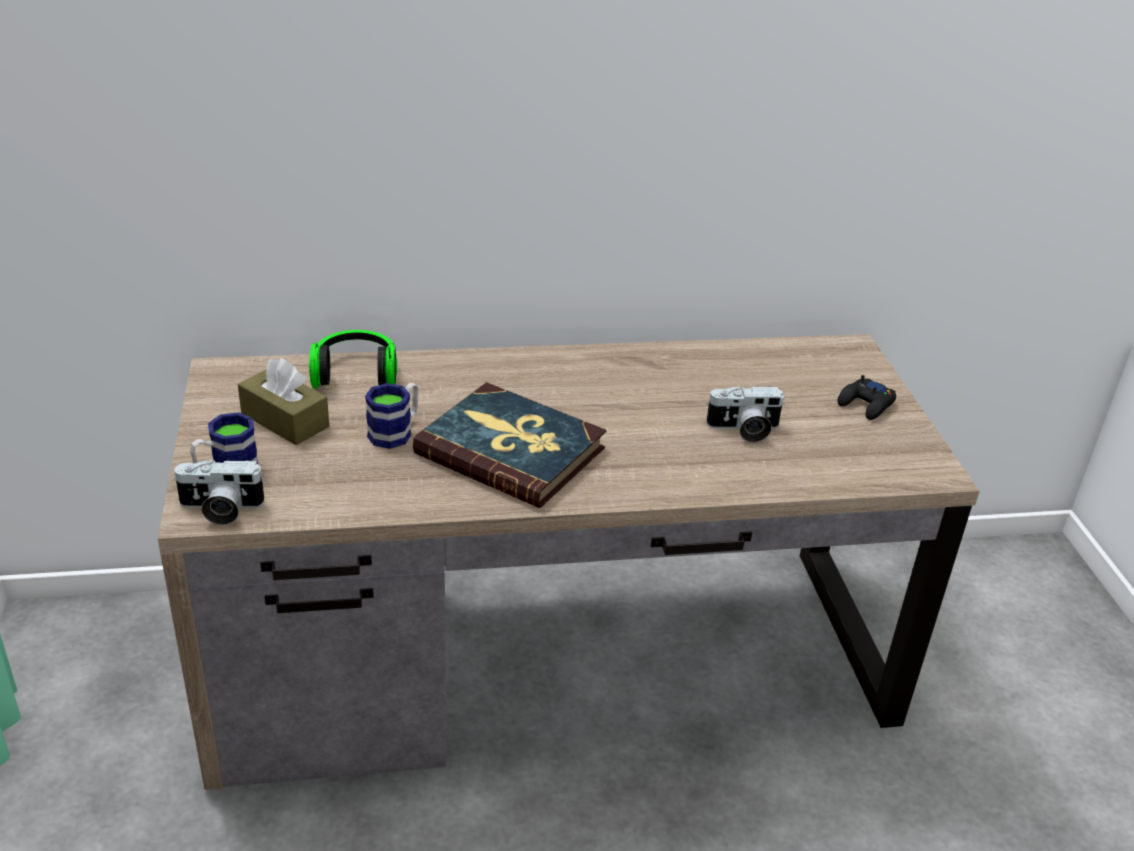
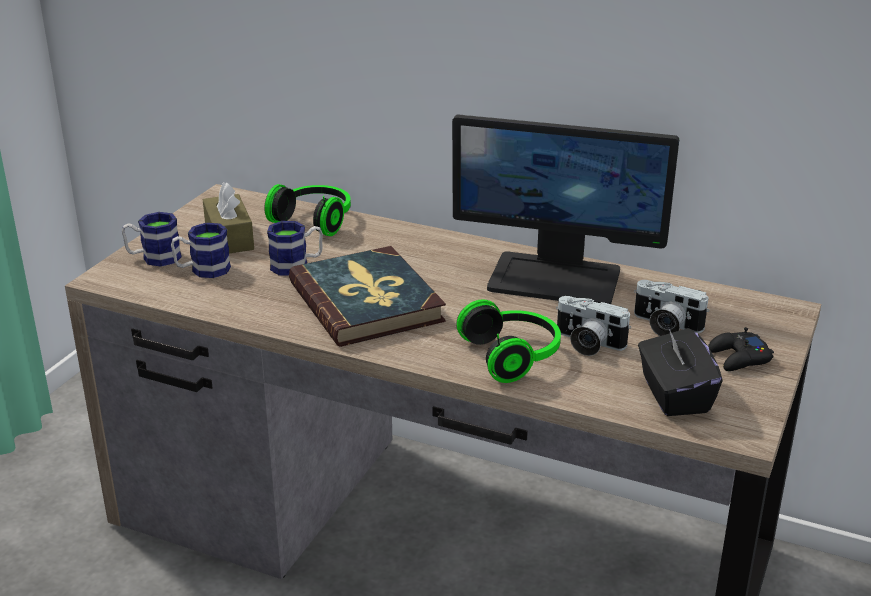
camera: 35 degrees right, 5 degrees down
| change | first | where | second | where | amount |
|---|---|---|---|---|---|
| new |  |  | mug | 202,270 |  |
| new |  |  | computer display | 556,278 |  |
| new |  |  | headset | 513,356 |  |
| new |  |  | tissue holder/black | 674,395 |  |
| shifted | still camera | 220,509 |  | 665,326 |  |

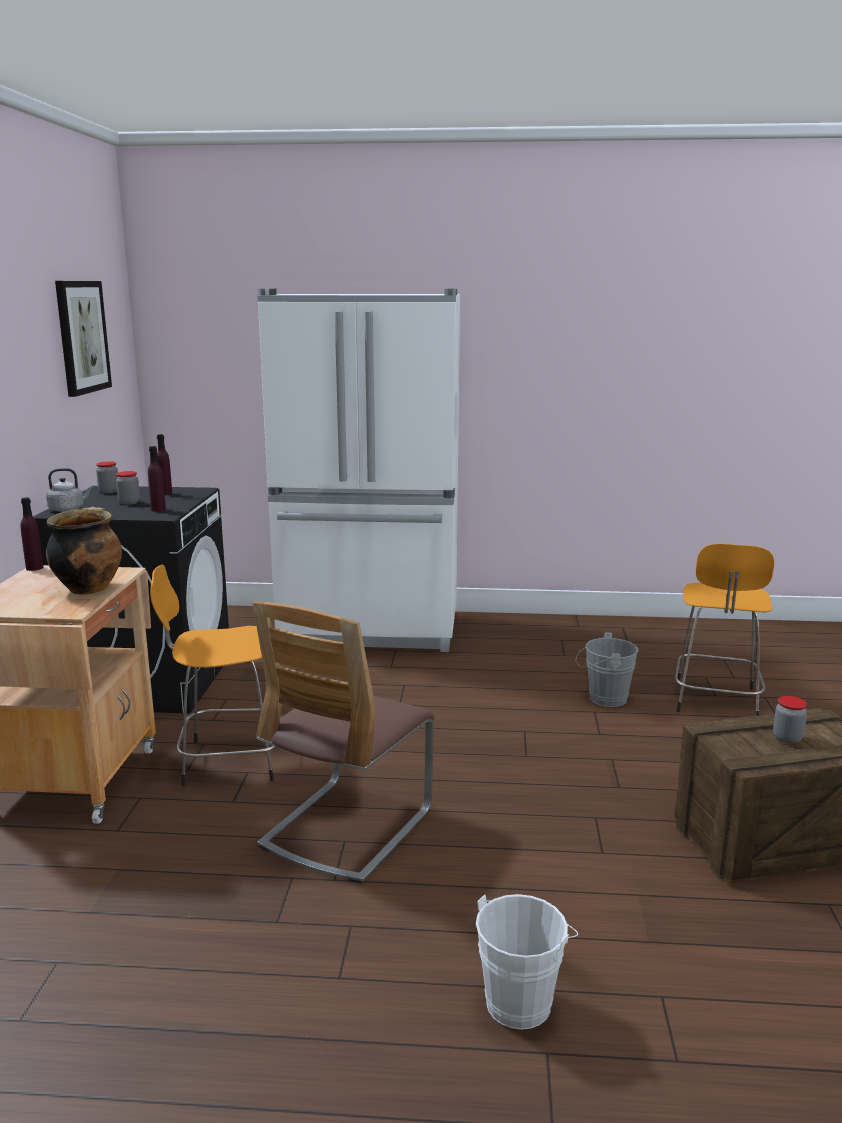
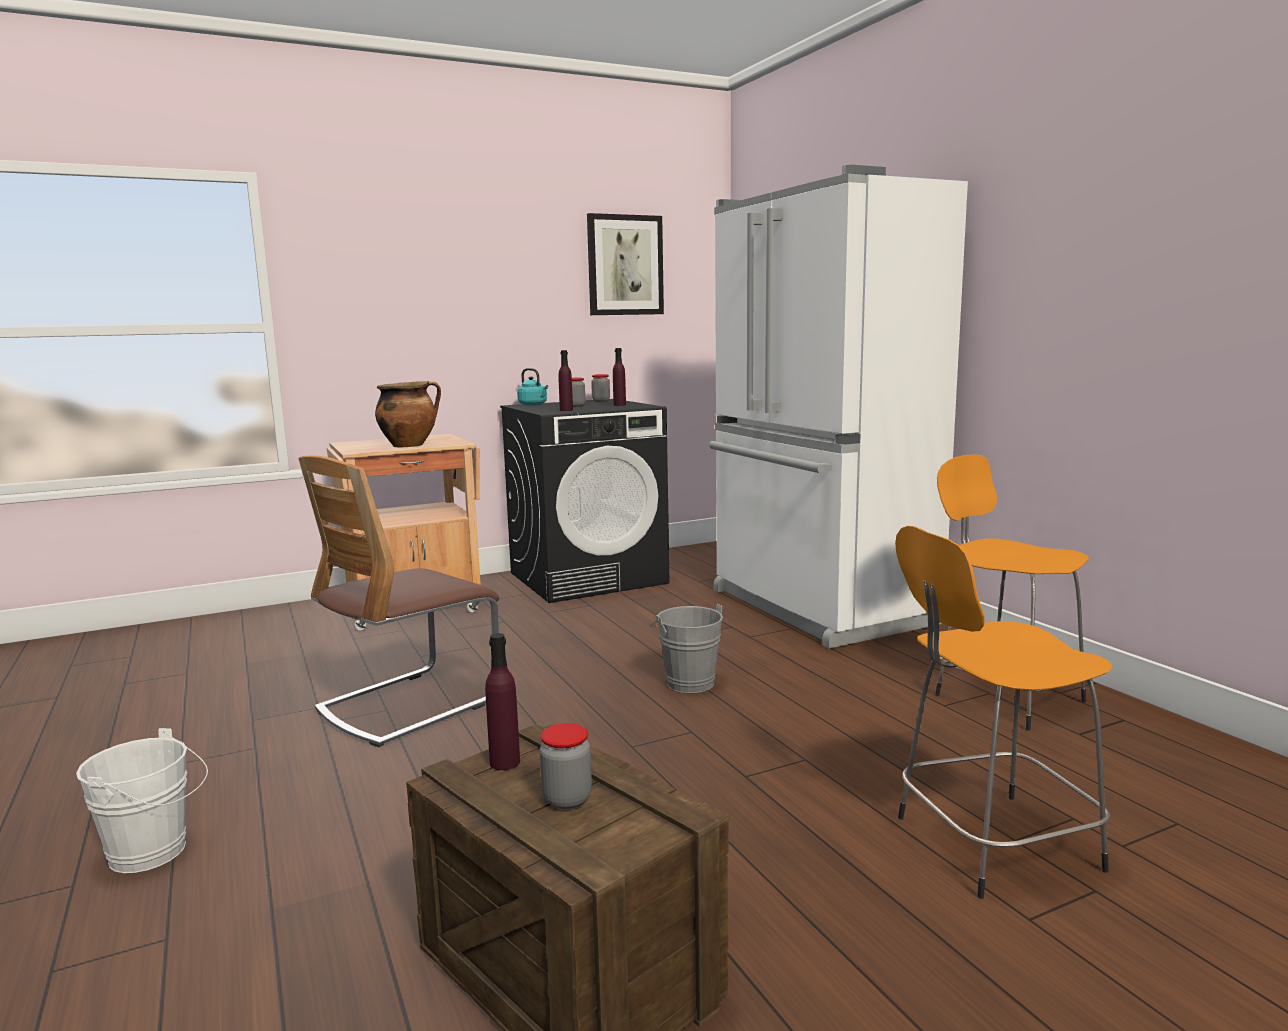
camera: 60 degrees right, 5 degrees down
| change | first | where | second | where | amount |
|---|---|---|---|---|---|
| shifted | bottle/purple | 34,568 |  | 505,762 |  |
| shifted | stool seat/orangey | 227,760 |  | 1004,696 |  |
| shifted | water bucket/greyish | 603,698 |  | 687,681 |  |
| repainted | tea kettle/greyish | 68,509 | tea kettle/turquoise | 533,404 |  |
| rotated | plain chair | 347,828 |  | 408,705 | 45 degrees counterclockwise |

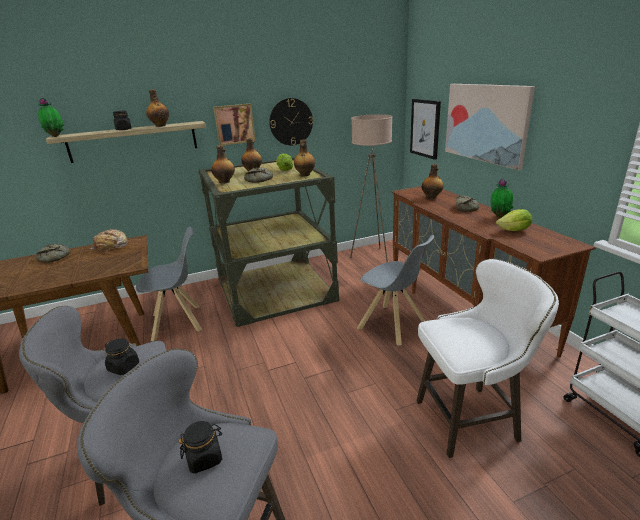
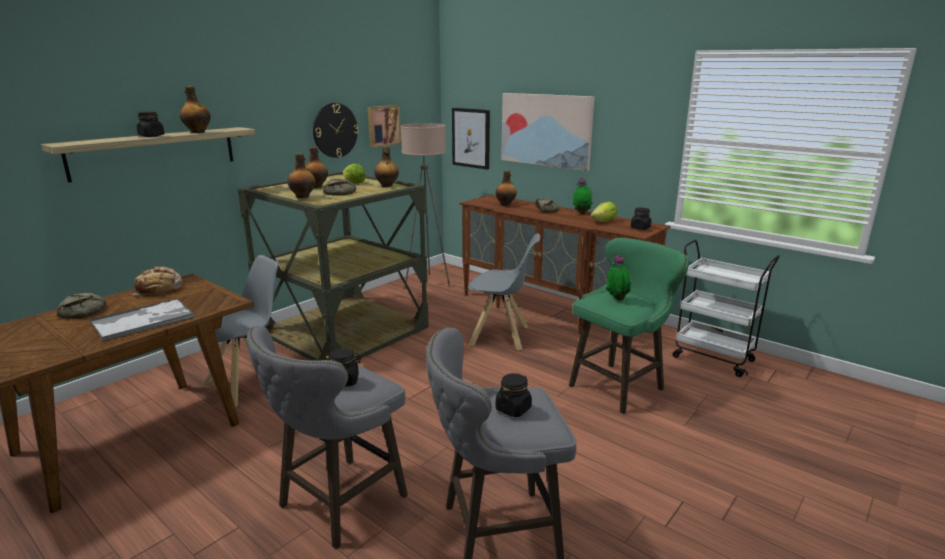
camera: 30 degrees left, 5 degrees down
| change | first | where | second | where | amount |
|---|---|---|---|---|---|
| new |  |  | carrying tray | 144,320 |  |
| new |  |  | storage jar/black | 640,228 |  |
| shifted | plant in a pot | 56,136 |  | 616,299 |  |
| shifted | wall picture | 234,124 |  | 383,125 |  |
| repainted | stool seat/whitish | 470,419 | stool seat/green | 619,386 |  |

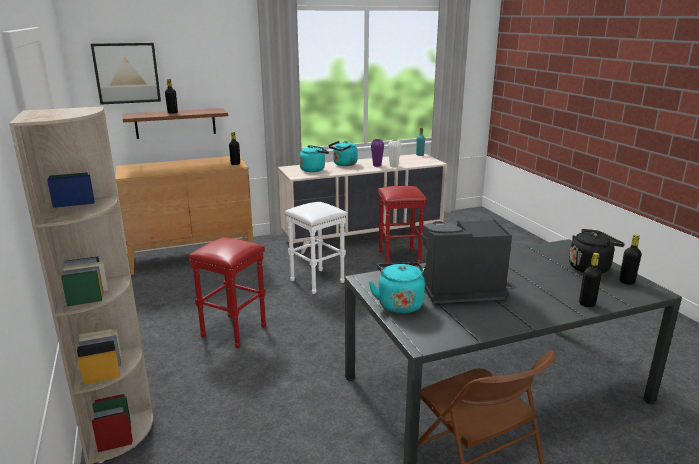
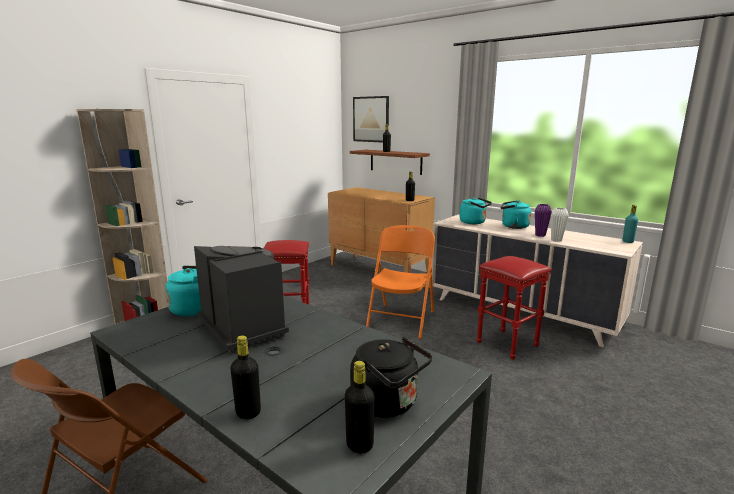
camera: 60 degrees right, 5 degrees down
| change | first | where | second | where | amount |
|---|---|---|---|---|---|
| swapped | stool seat/whitish | 317,280 | plain chair/orangey | 401,320 |  |

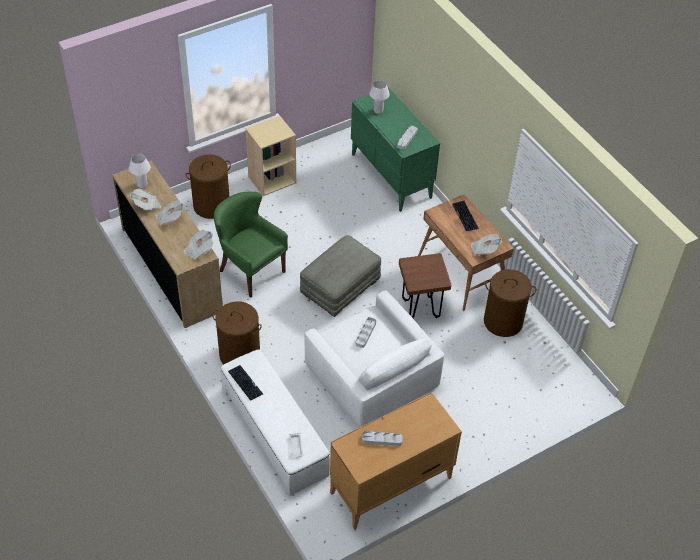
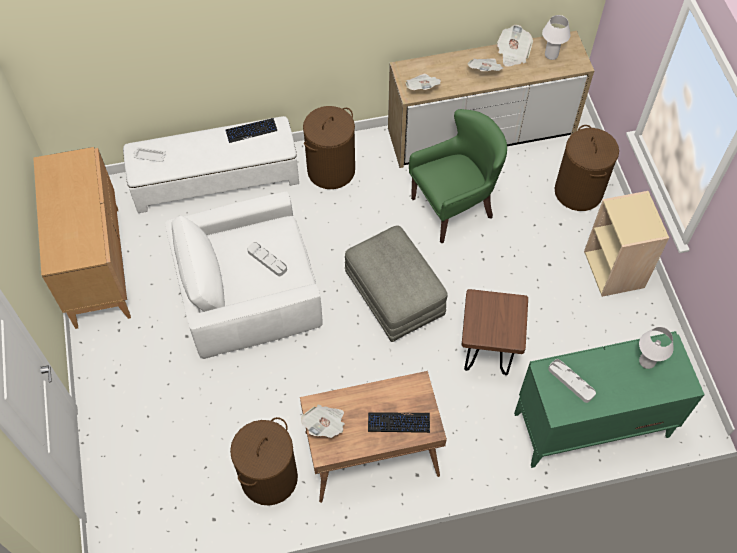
camera: 110 degrees right, 10 degrees up
| change | first | where | second | where | amount |
|---|---|---|---|---|---|
| gone | carrying tray/greyish | 382,440 |  |  |  |
| shifted | stool seat/brownish | 420,309 |  | 487,355 |  |

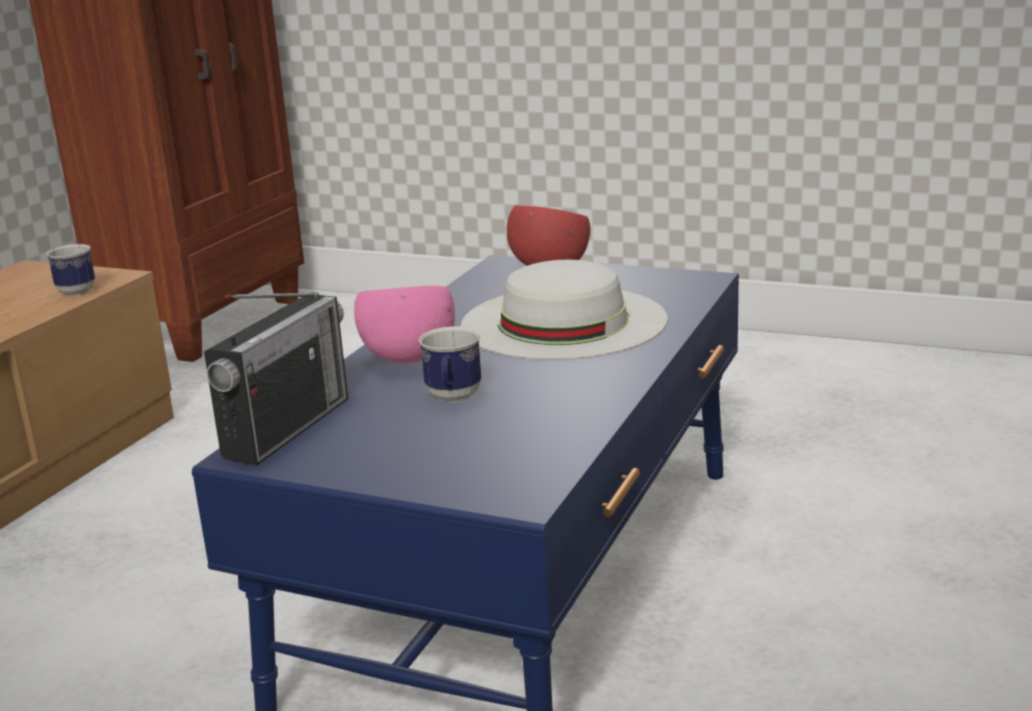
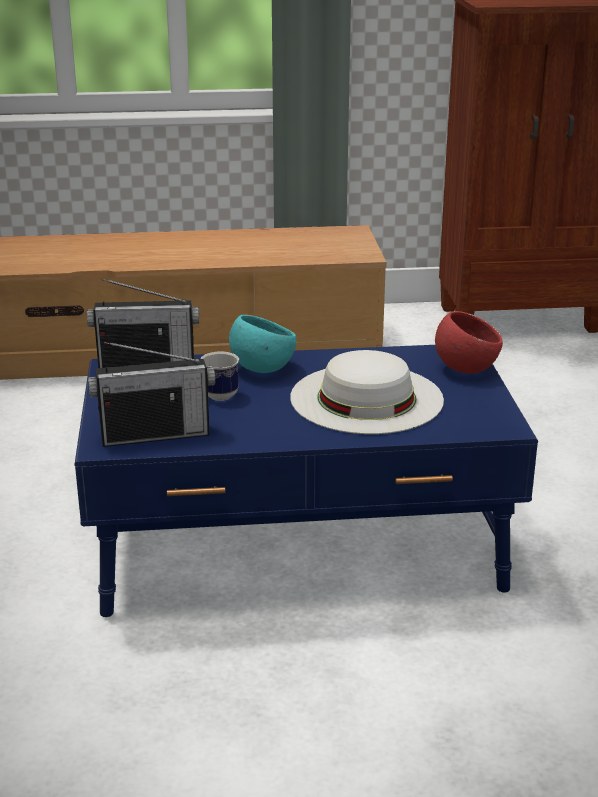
camera: 60 degrees right, 5 degrees up
| change | first | where | second | where | amount |
|---|---|---|---|---|---|
| gone | mug | 76,290 |  |  |  |
| new |  |  | radio set | 155,435 |  |
| repainted | serving bowl/pink | 408,360 | serving bowl/turquoise | 262,369 |  |

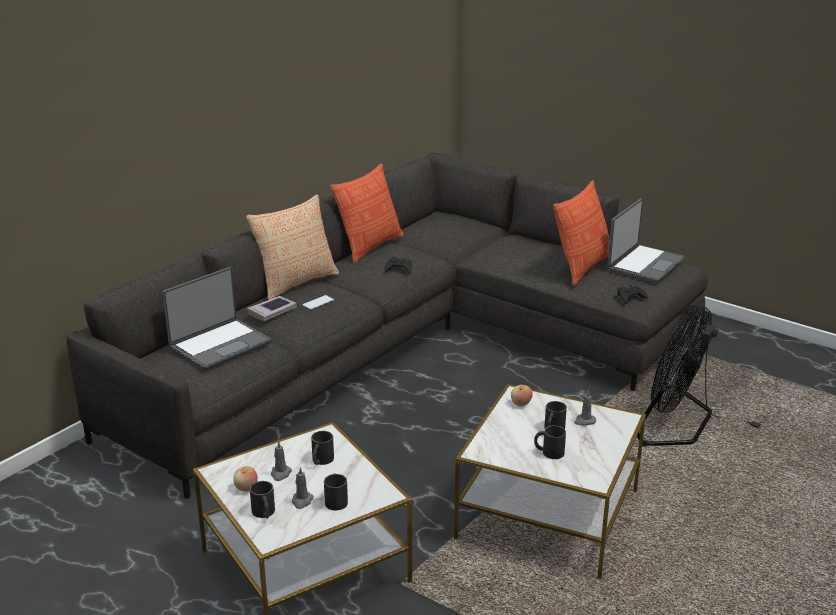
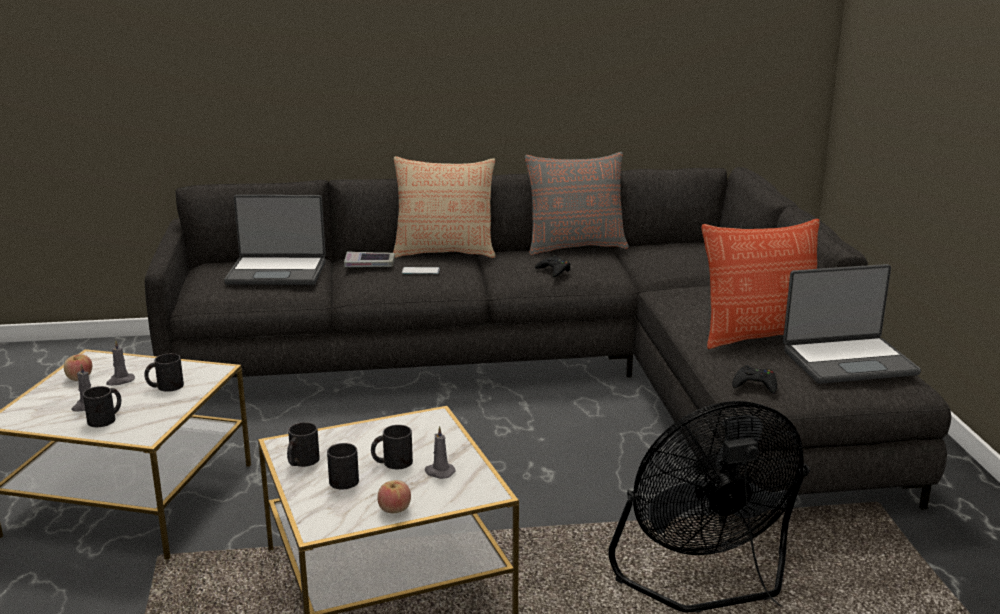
camera: 45 degrees right, 5 degrees down
| change | first | where | second | where | amount |
|---|---|---|---|---|---|
| shifted | mug/black | 264,513 |  | 301,462 |  |
| shifted | whole apple | 520,403 |  | 394,509 |  |
| repainted | throw pillow/orangey | 370,247 | throw pillow/greyish | 576,248 |  |

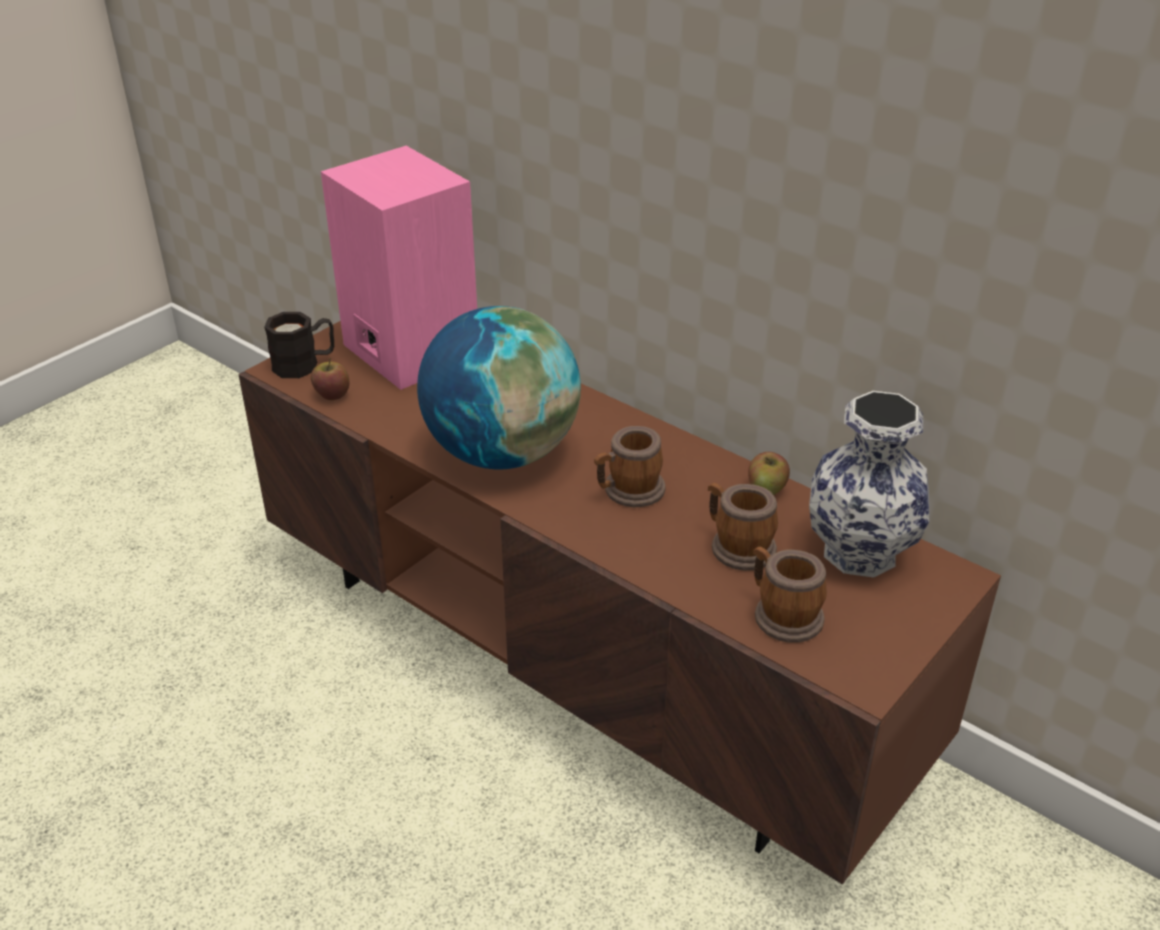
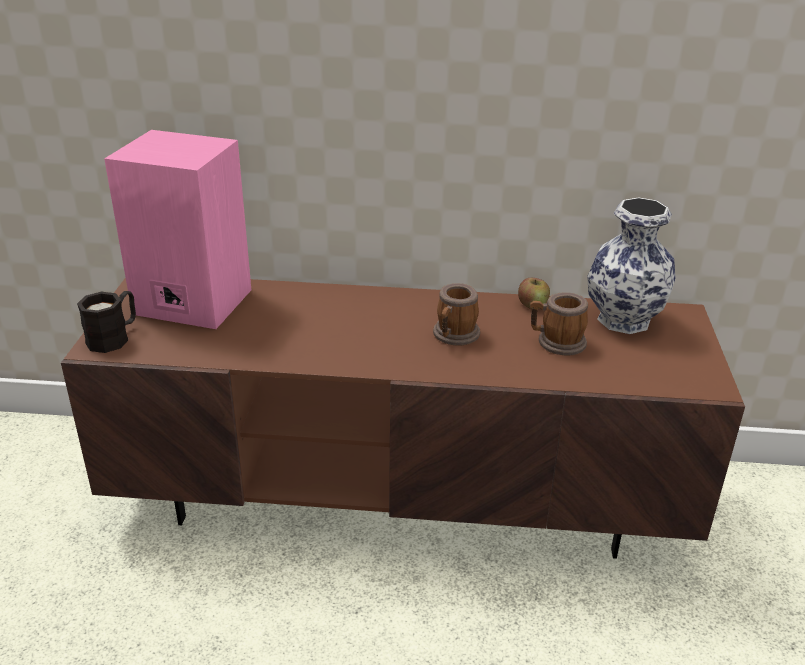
camera: 35 degrees left, 5 degrees down
| change | first | where | second | where | amount |
|---|---|---|---|---|---|
| gone | whole apple | 332,394 |  |  |  |
| gone | world globe | 502,453 |  |  |  |
| gone | mug | 782,615 |  |  |  |

